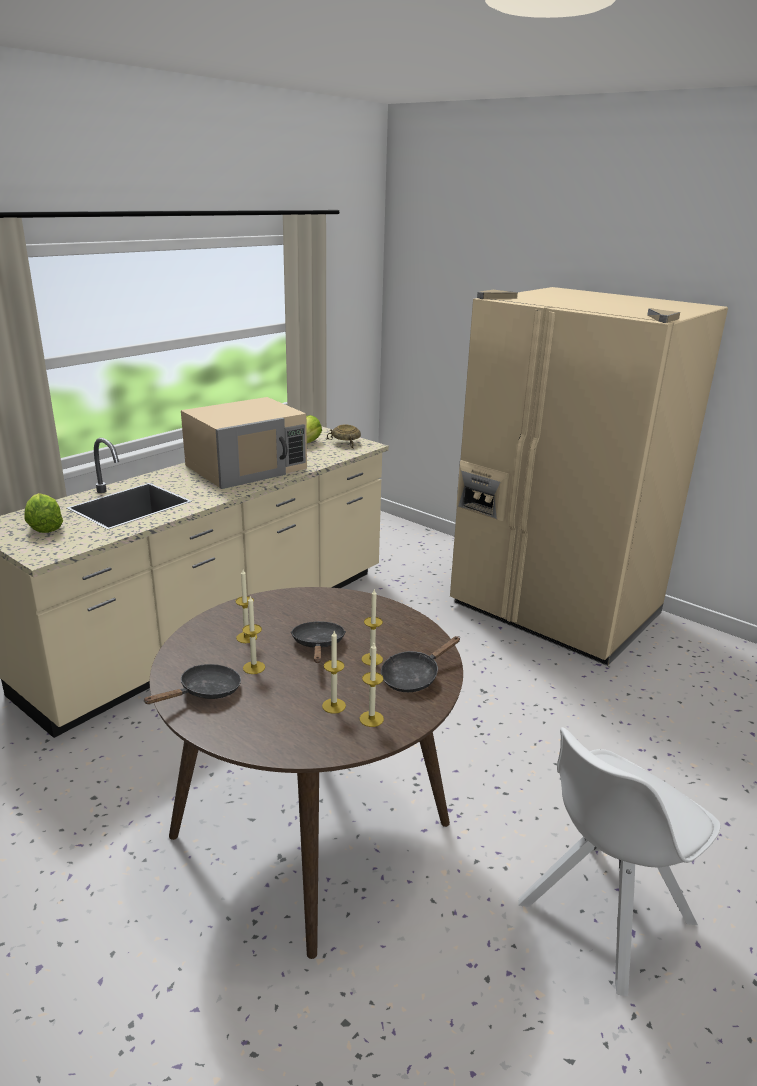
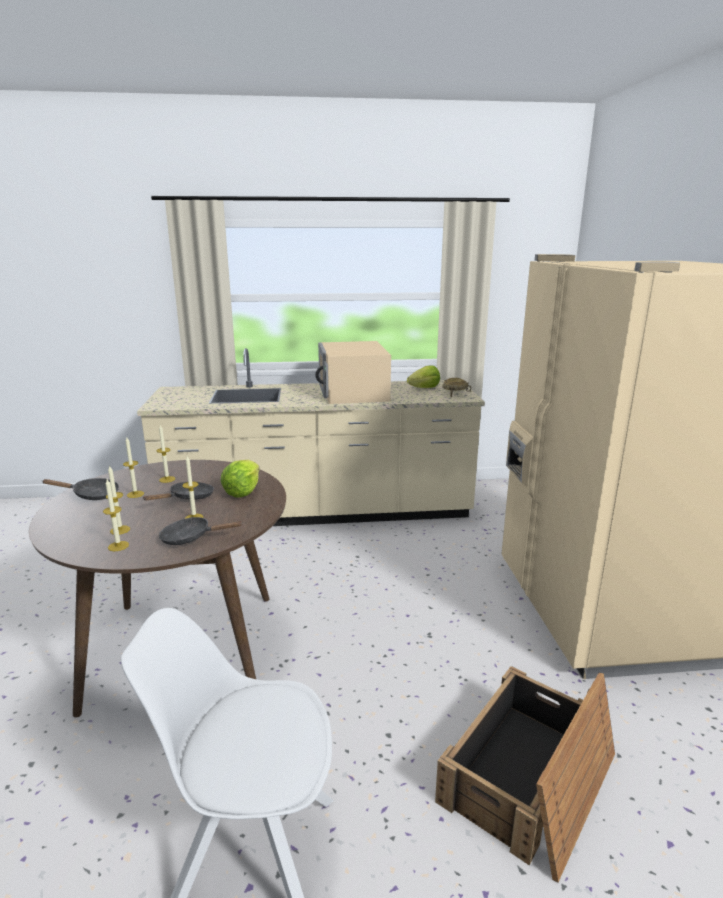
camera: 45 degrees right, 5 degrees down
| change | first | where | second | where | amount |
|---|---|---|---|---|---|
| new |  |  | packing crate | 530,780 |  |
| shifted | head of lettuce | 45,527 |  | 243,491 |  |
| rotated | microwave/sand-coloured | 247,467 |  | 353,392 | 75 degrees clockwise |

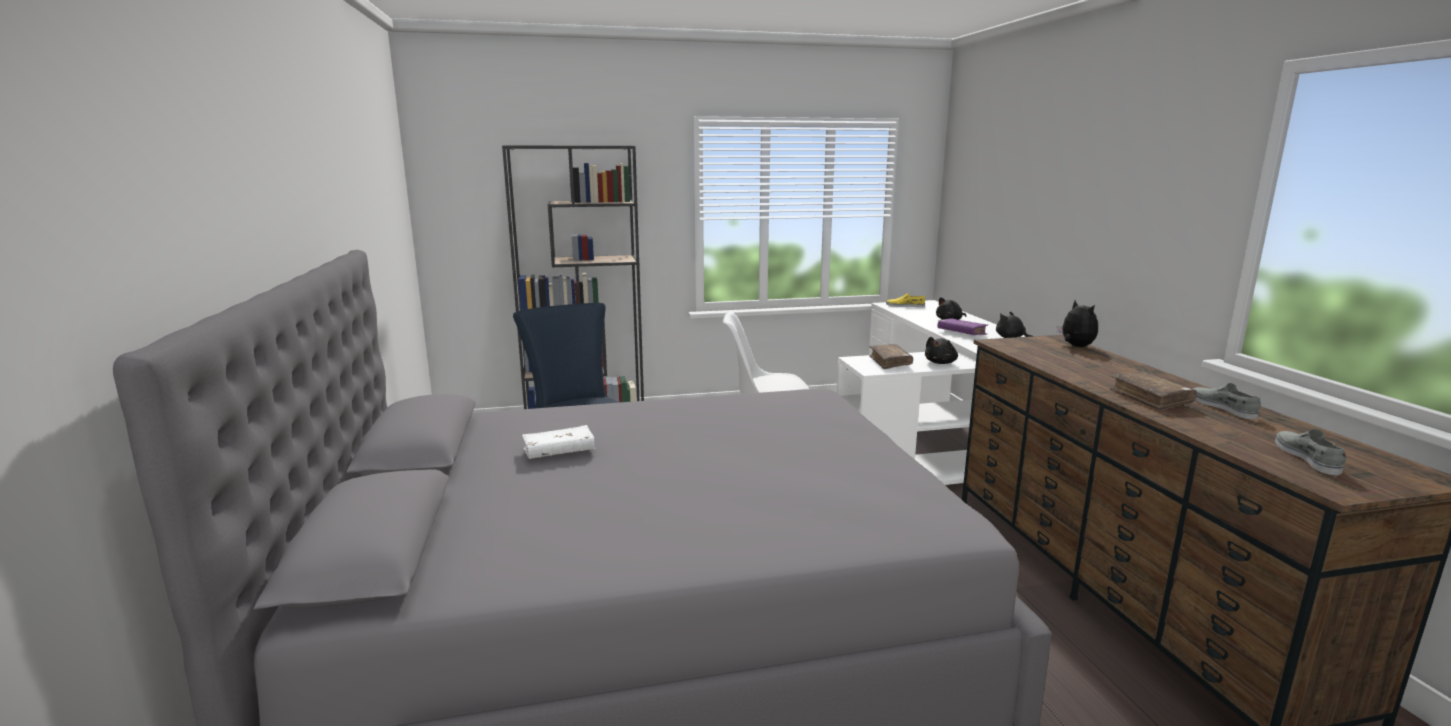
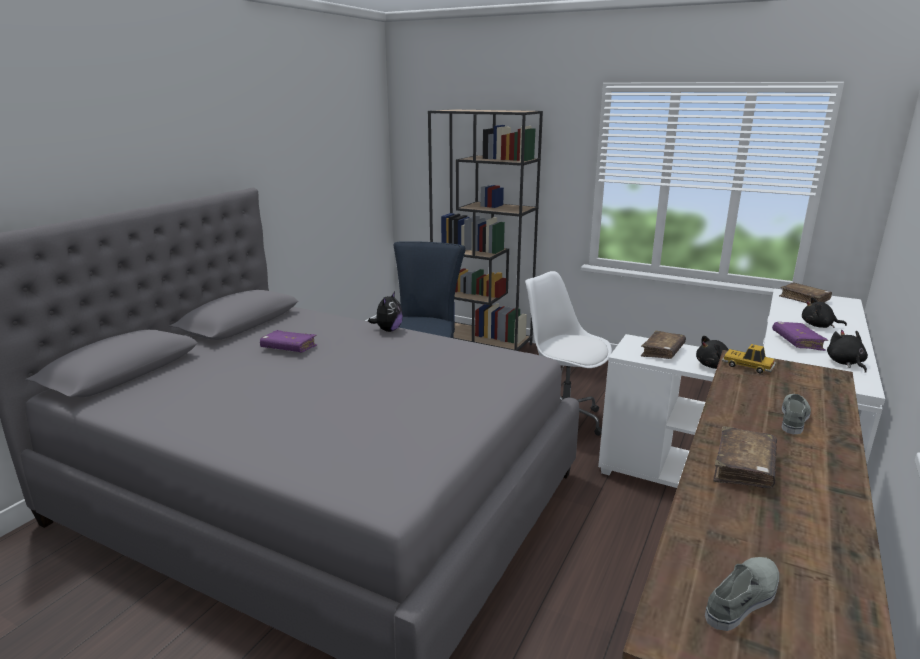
camera: 40 degrees right, 5 degrees up
| change | first | where | second | where | amount |
|---|---|---|---|---|---|
| new |  |  | miniature car | 747,366 |  |
| shifted | soft toy | 1075,346 |  | 388,330 |  |
| shifted | item of footwear/greyish | 1223,407 |  | 794,418 |  |
| swapped | item of footwear/yellow | 905,306 | volume/brownish | 804,299 |  |
| repainted | volume/whitish | 559,452 | volume/purple | 289,348 |  |

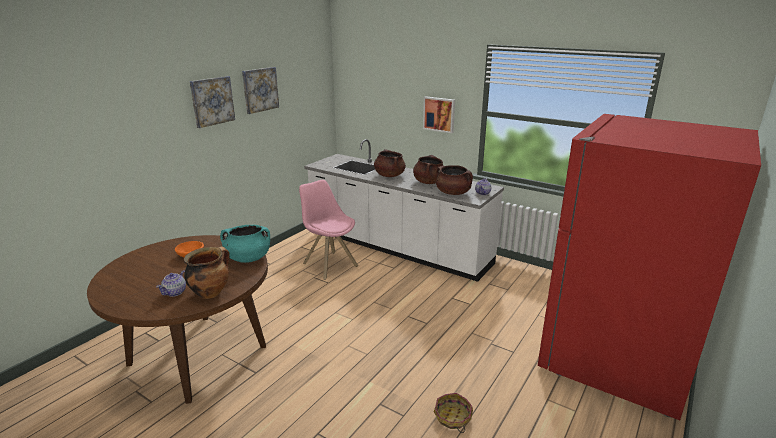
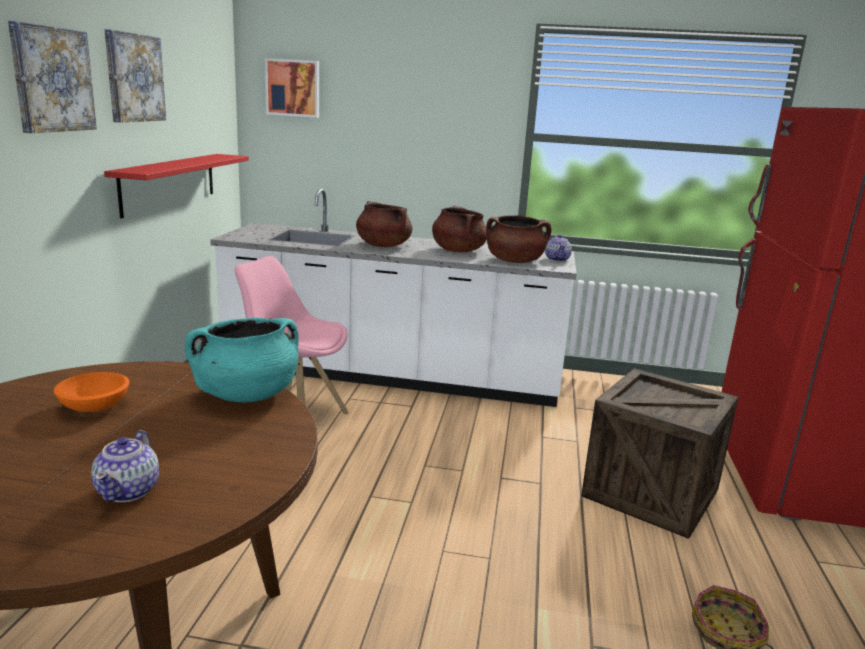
camera: 25 degrees left, 5 degrees down
| change | first | where | second | where | amount |
|---|---|---|---|---|---|
| gone | saucepot | 211,292 |  |  |  |
| new |  |  | shelf/red-coloured | 169,183 |  |
| new |  |  | packing crate | 650,493 |  |
| shifted | wall picture | 439,114 |  | 293,88 |  |

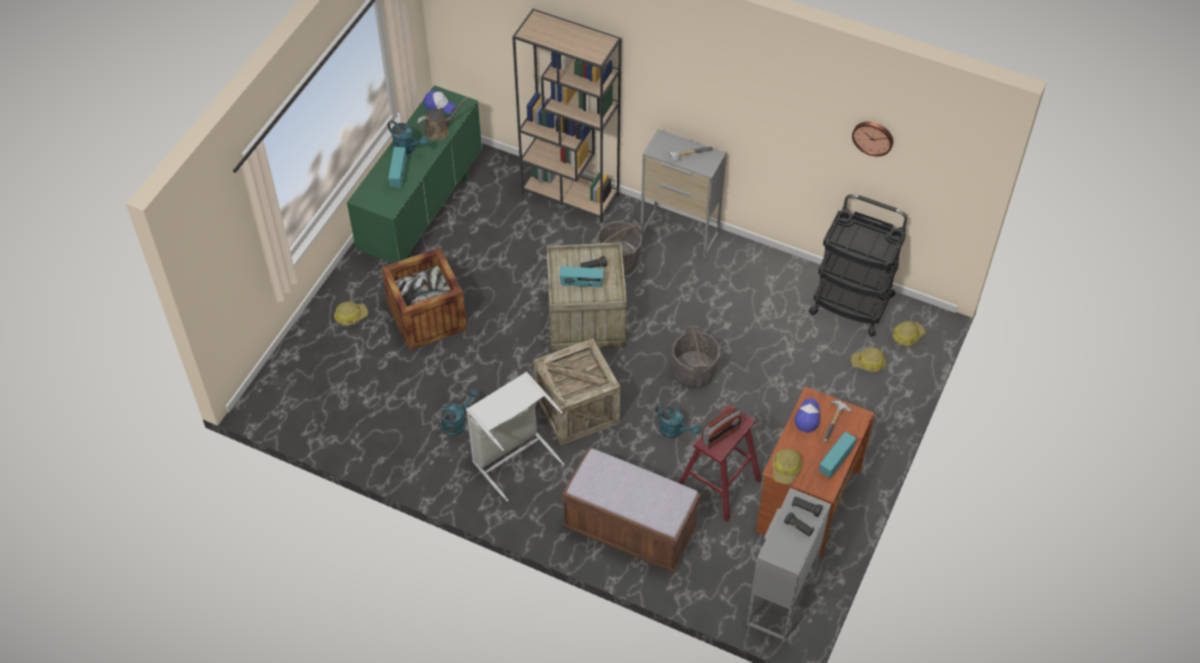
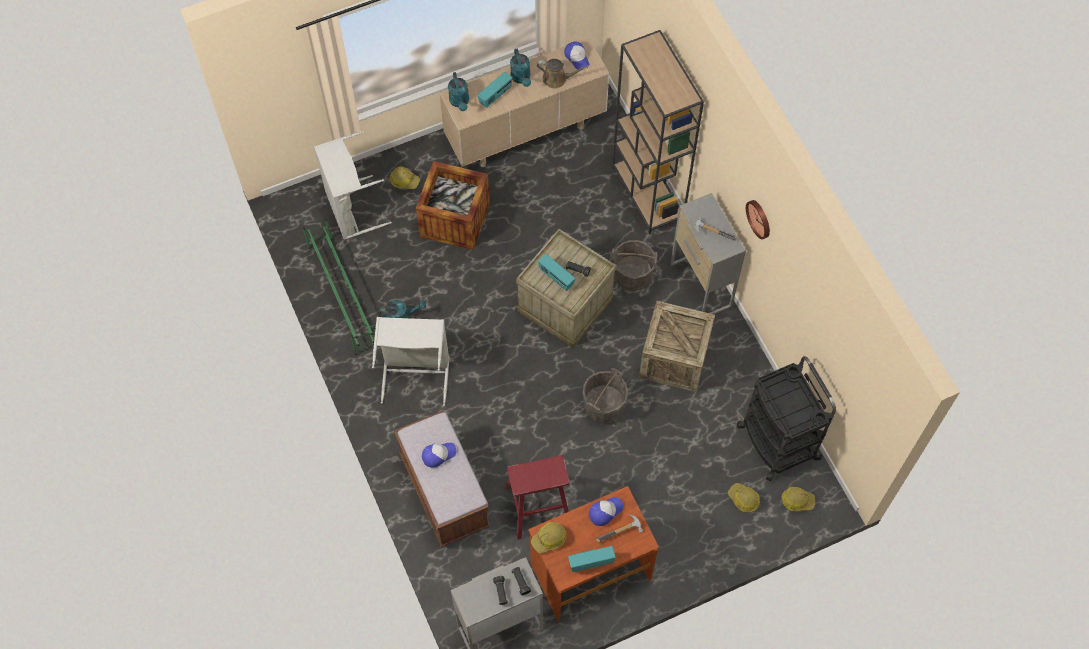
camera: 40 degrees right, 10 degrees up
| change | first | where | second | where | amount |
|---|---|---|---|---|---|
| gone | radio set | 721,435 |  |  |  |
| new |  |  | shoe stand/green | 343,294 |  |
| new |  |  | laundry basket/greyish | 350,210 |  |
| new |  |  | peaked cap | 438,454 |  |
| shifted | packing crate | 577,409 |  | 674,359 |  |
| shifted | sprinkling can/turquoise | 675,431 |  | 460,102 |  |
| shifted | hanging clock | 873,137 |  | 759,218 |  |
| repainted | chest of drawers/green | 422,212 | chest of drawers/sand-coloured | 526,132 |  |

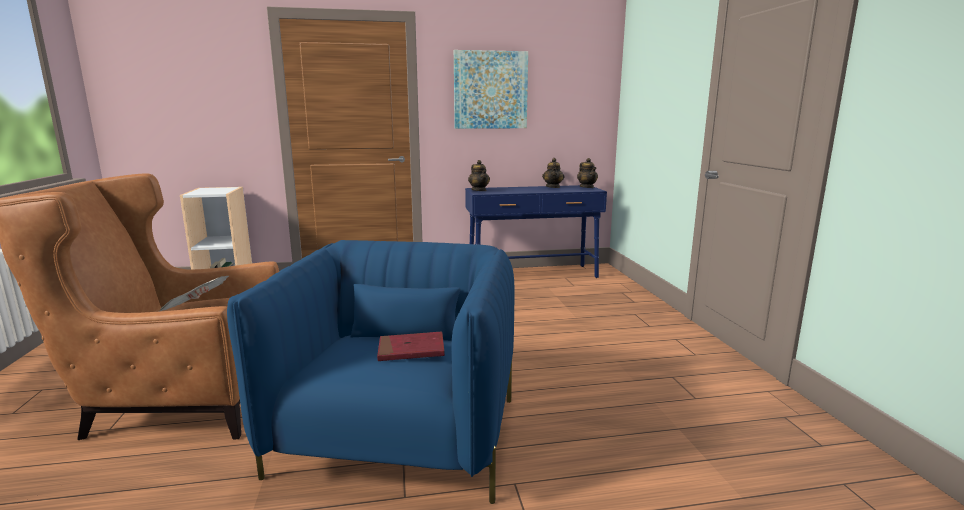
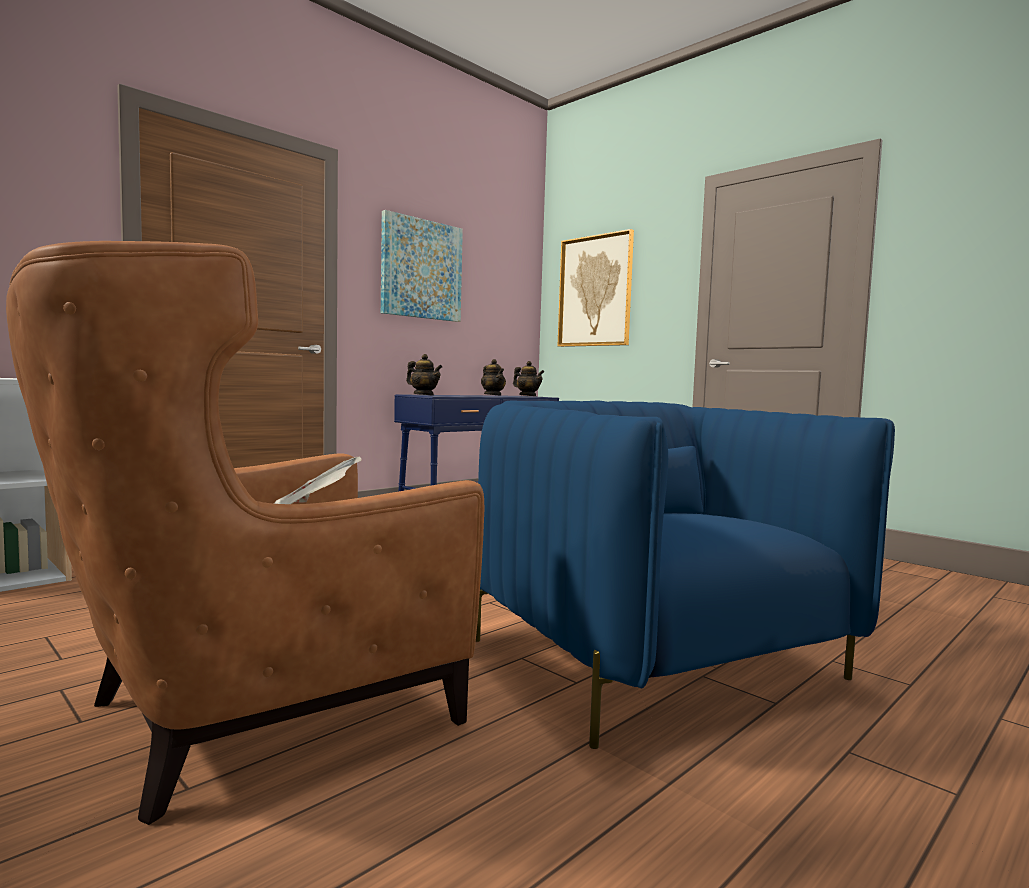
camera: 35 degrees left, 10 degrees down
| change | first | where | second | where | amount |
|---|---|---|---|---|---|
| gone | volume/red-coloured | 411,350 |  |  |  |
| new |  |  | wall picture | 595,291 |  |

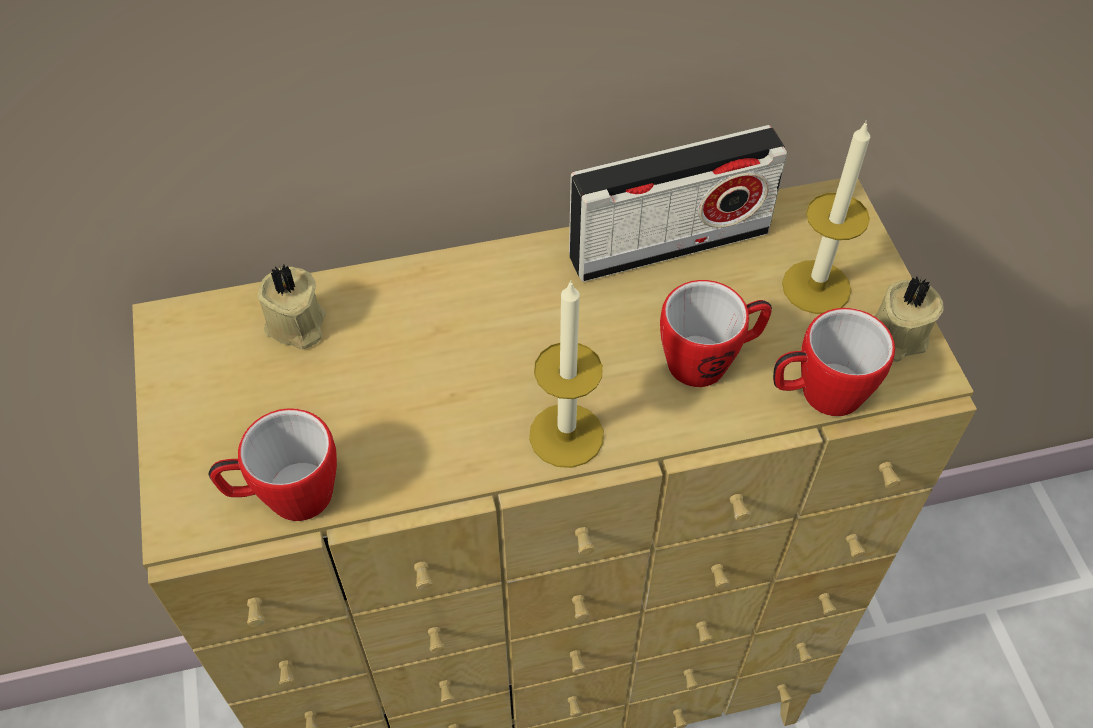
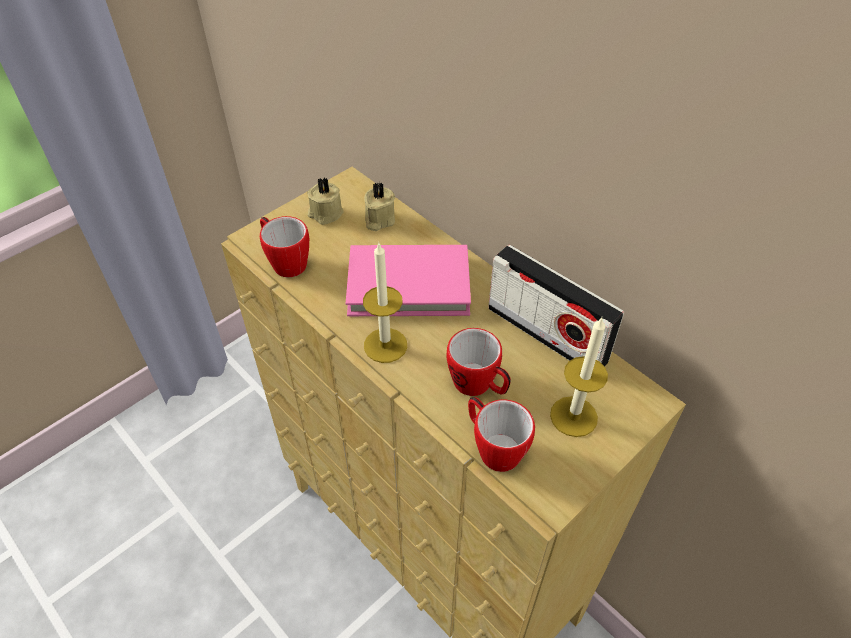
camera: 60 degrees right, 5 degrees down
| change | first | where | second | where | amount |
|---|---|---|---|---|---|
| new |  |  | volume/pink | 409,285 |  |
| shifted | wax candle/sand-coloured | 896,337 |  | 325,213 |  |

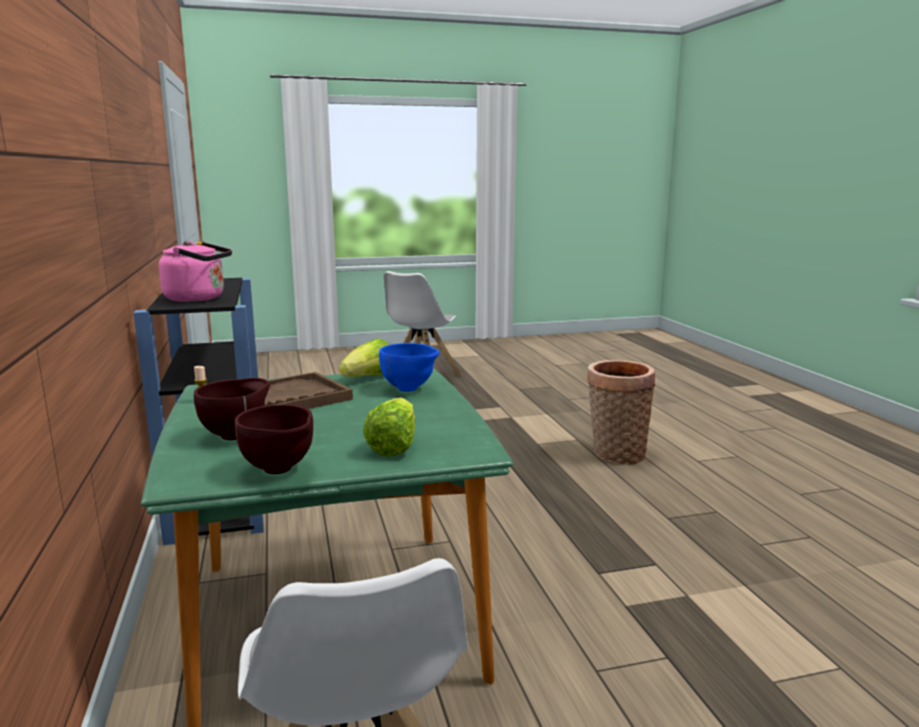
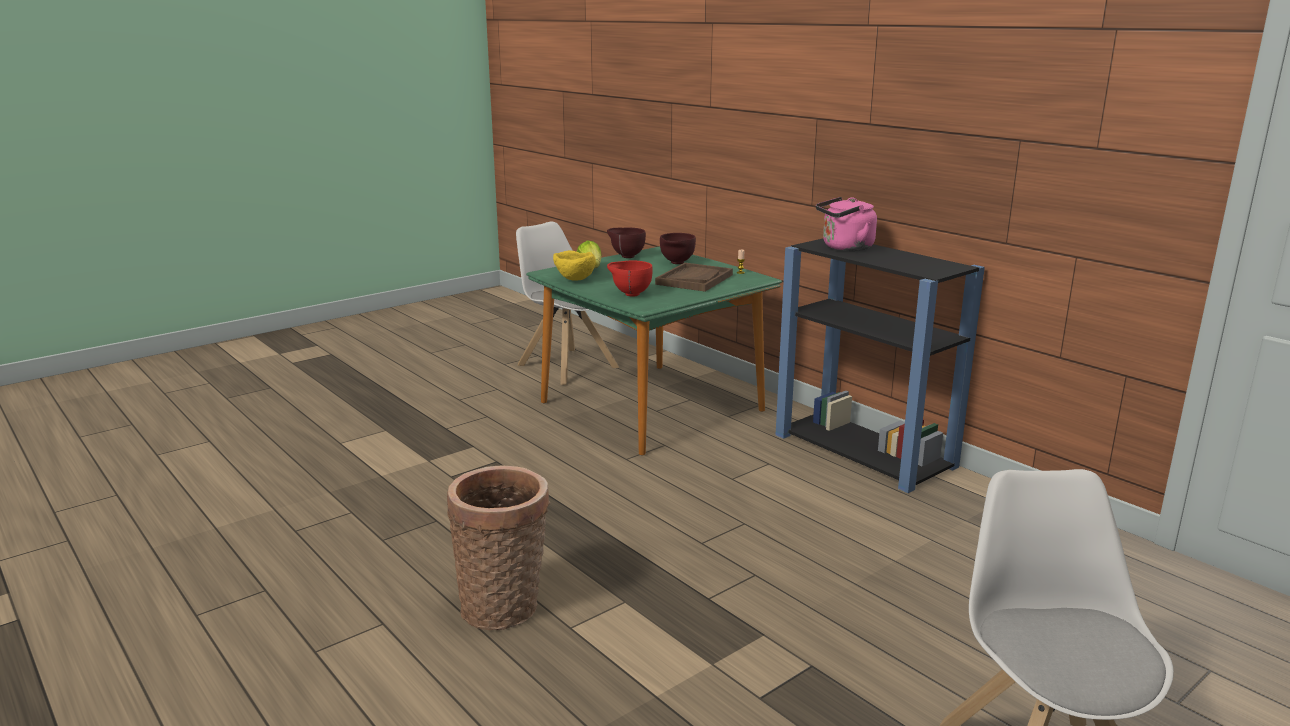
camera: 155 degrees right, 5 degrees up
| change | first | where | second | where | amount |
|---|---|---|---|---|---|
| gone | head of lettuce | 369,378 |  |  |  |
| new |  |  | serving bowl/yellow | 574,280 |  |
| repainted | serving bowl/blue | 410,389 | serving bowl/red-coloured | 630,294 |  |

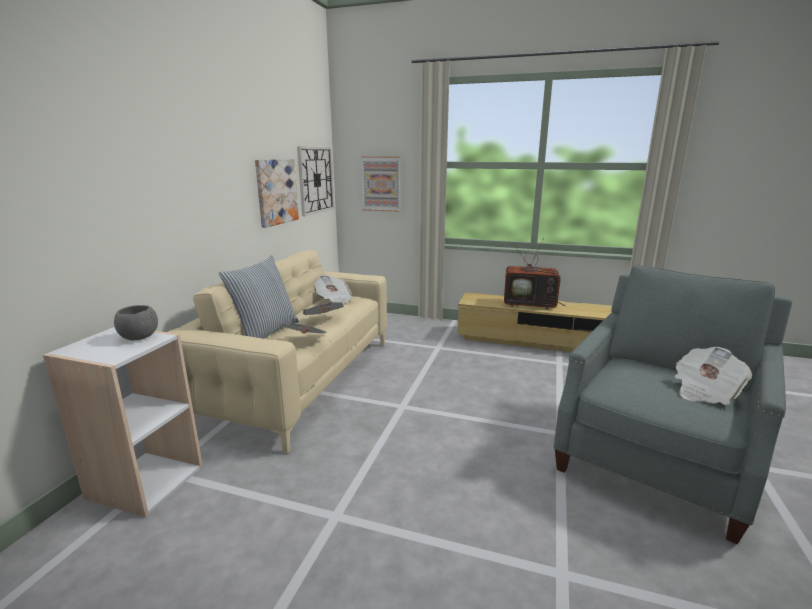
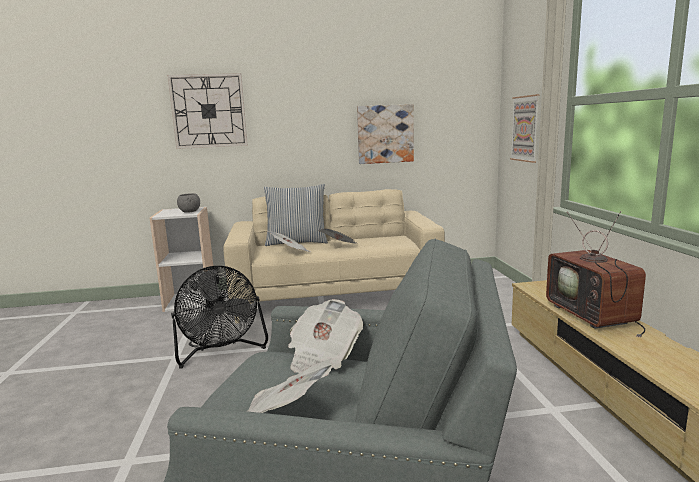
camera: 65 degrees right, 5 degrees down
| change | first | where | second | where | amount |
|---|---|---|---|---|---|
| new |  |  | cooling fan/black | 217,351 |  |
| shifted | hanging clock | 316,180 |  | 208,111 |  |
| shifted | newspaper | 334,300 |  | 323,356 |  |

